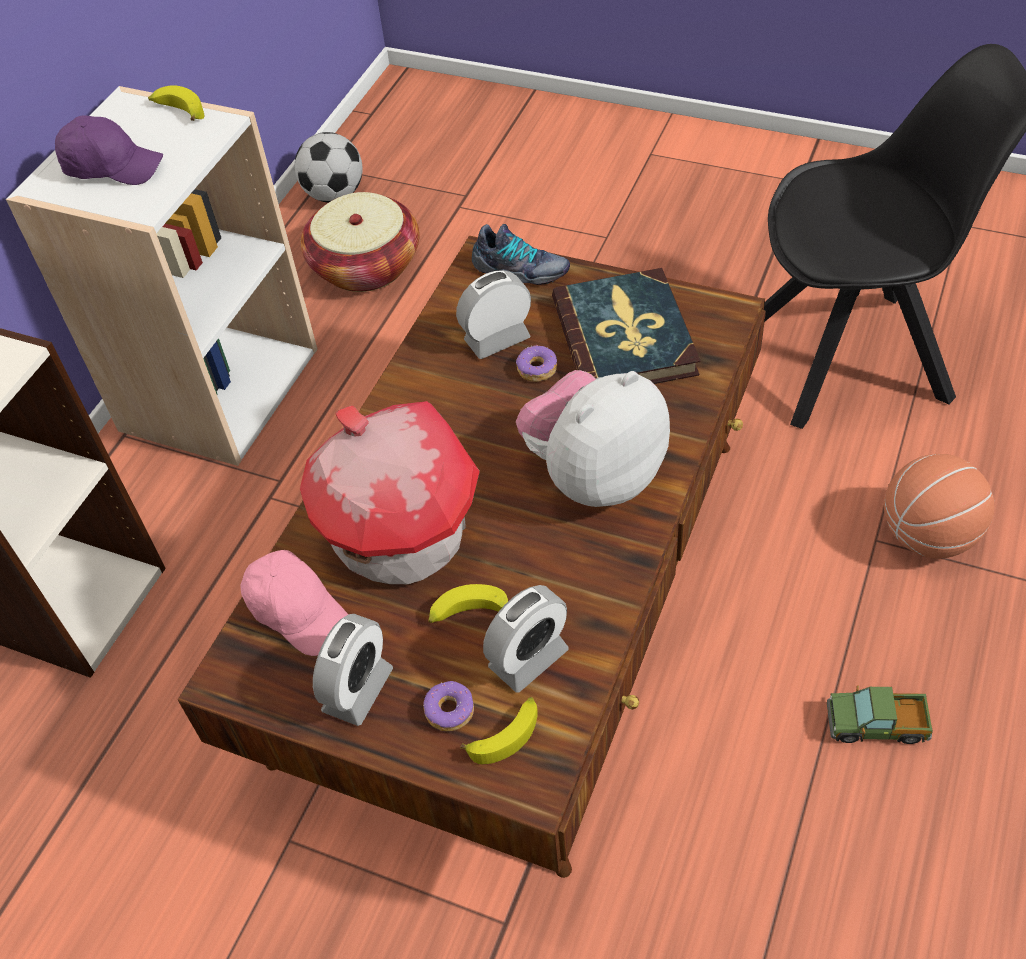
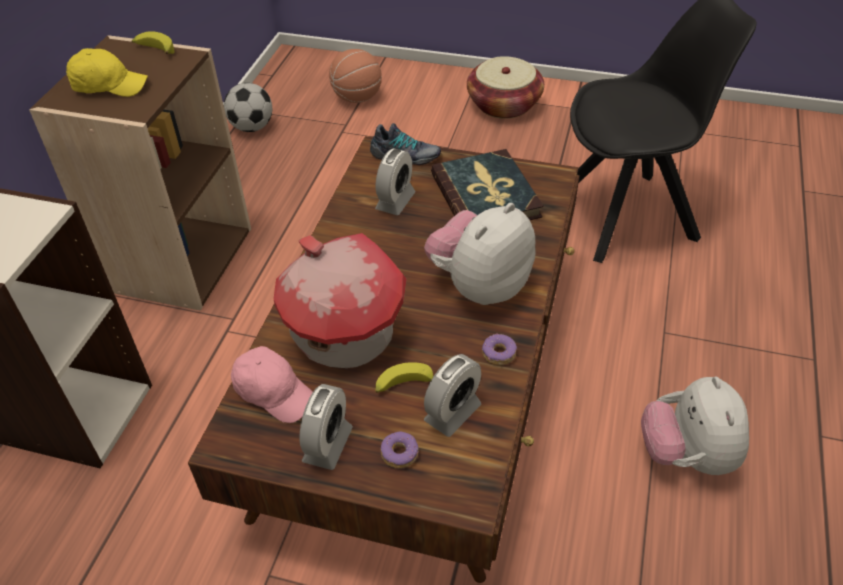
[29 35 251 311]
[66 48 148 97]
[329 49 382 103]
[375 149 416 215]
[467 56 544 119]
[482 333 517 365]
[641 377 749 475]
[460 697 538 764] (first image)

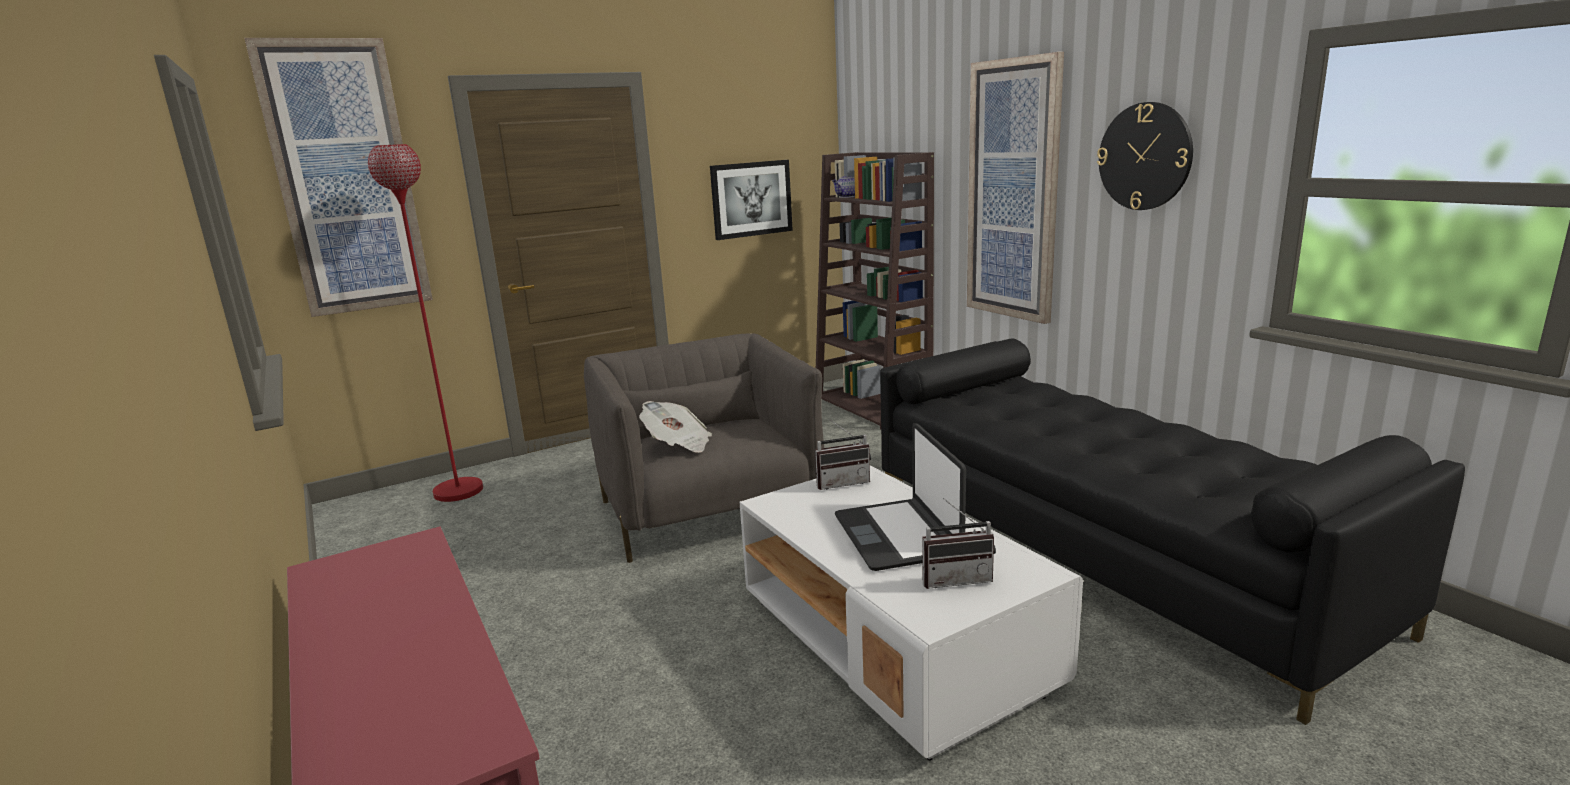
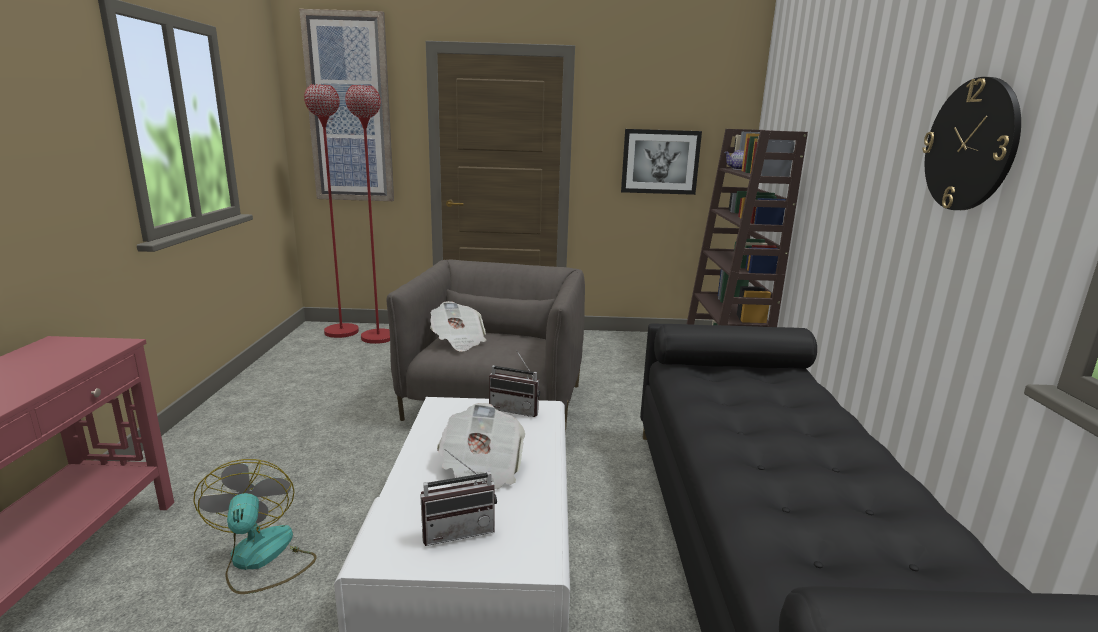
[193 459 317 594]
[304 84 359 338]
[420 449 497 546]
[437 403 525 489]
[967 52 1064 324] (first image)

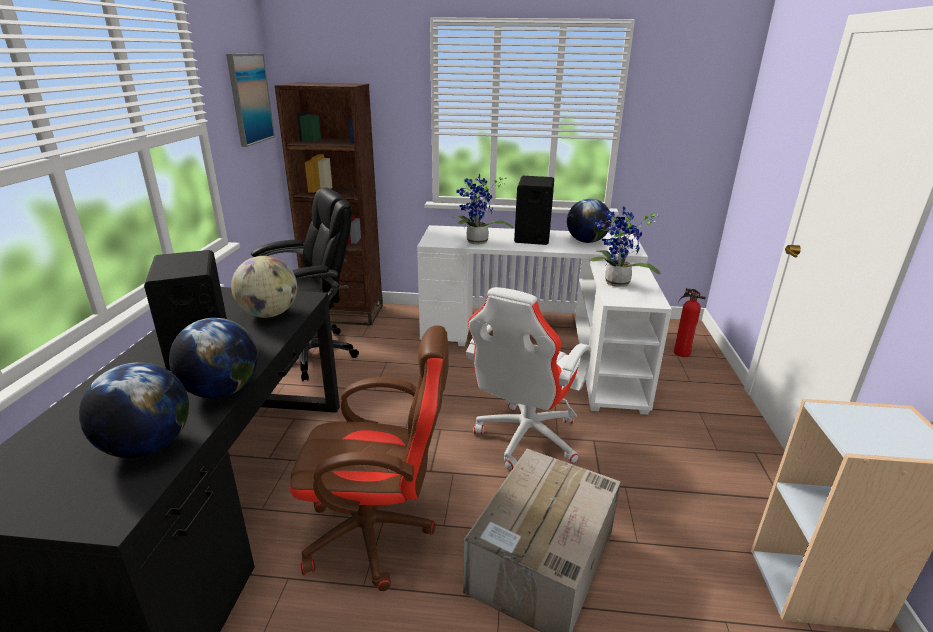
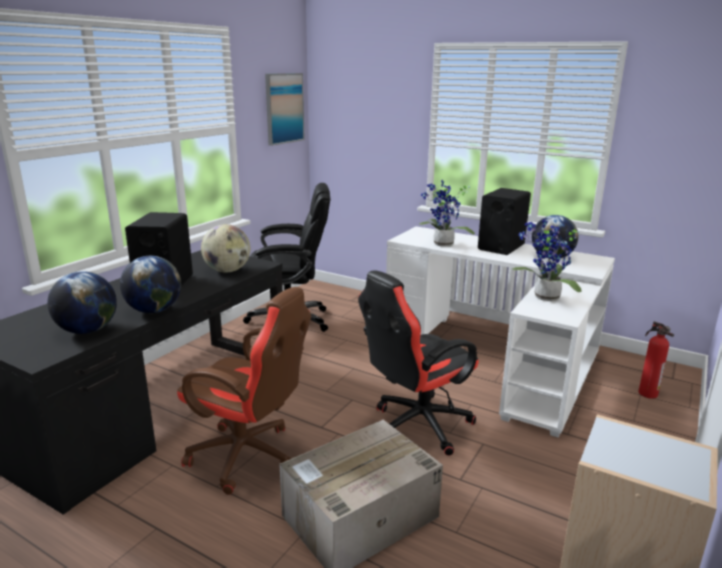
[358 270 479 456]
[275 82 383 326] (first image)

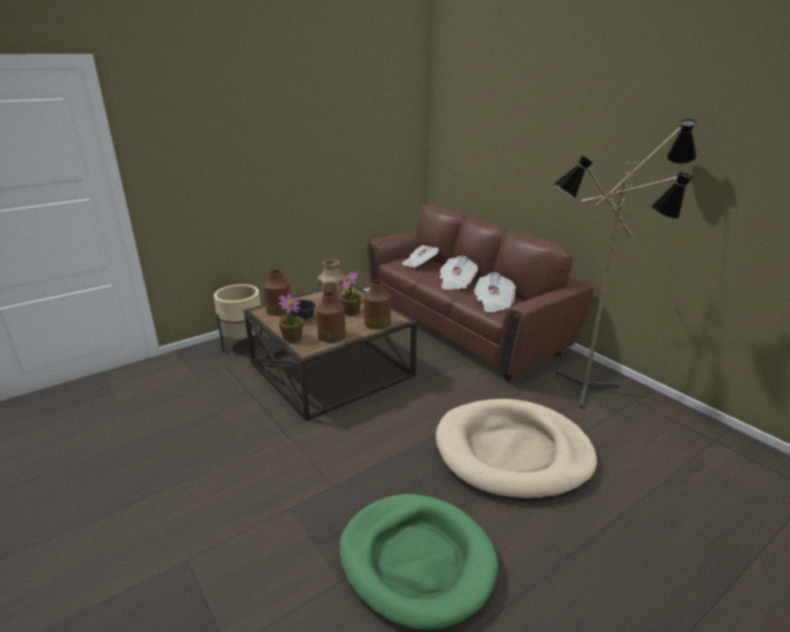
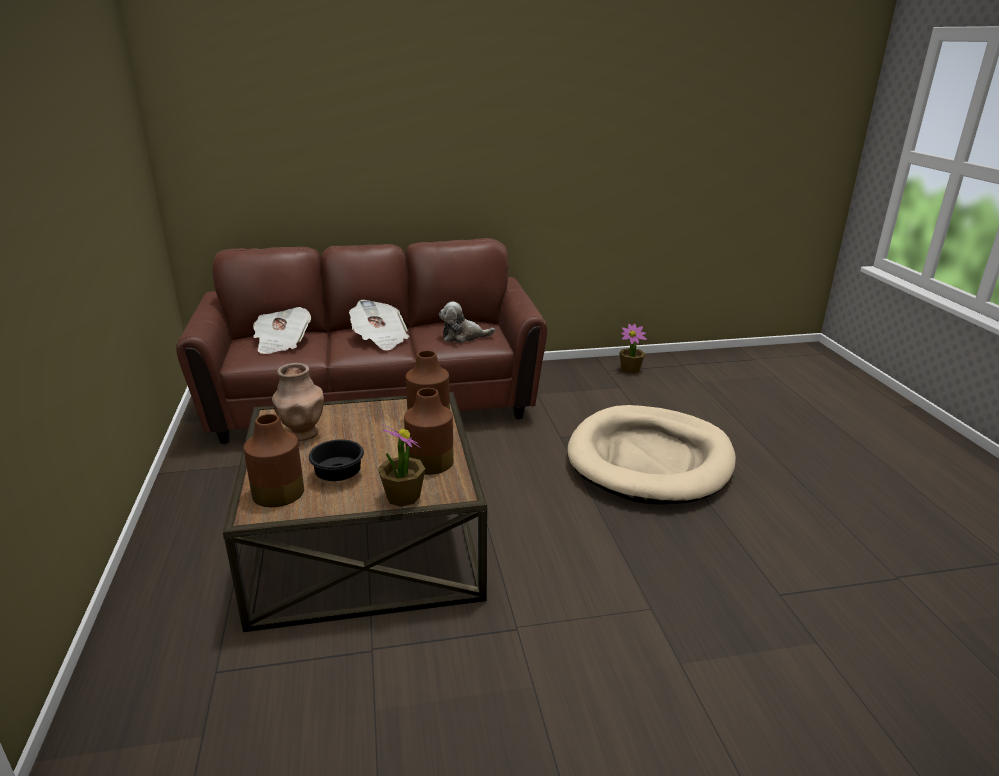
[439 302 495 343]
[619 324 646 374]
[214 284 264 352] (first image)
[339 494 498 630] (first image)
[553 119 697 408] (first image)

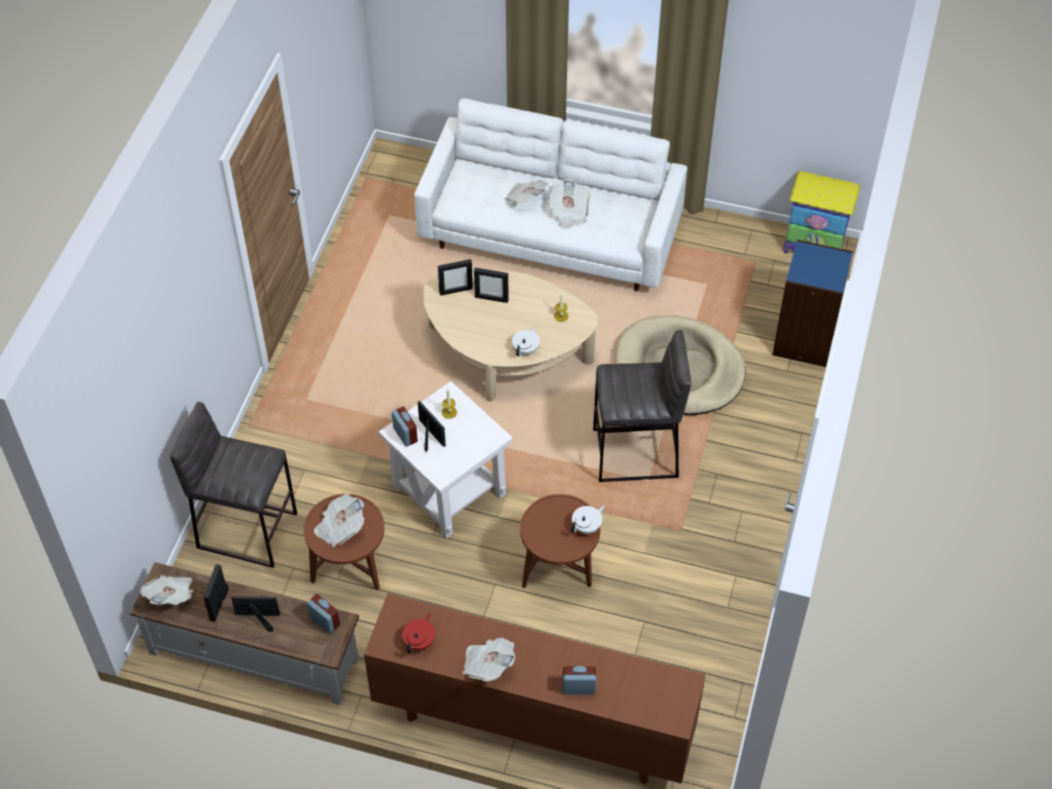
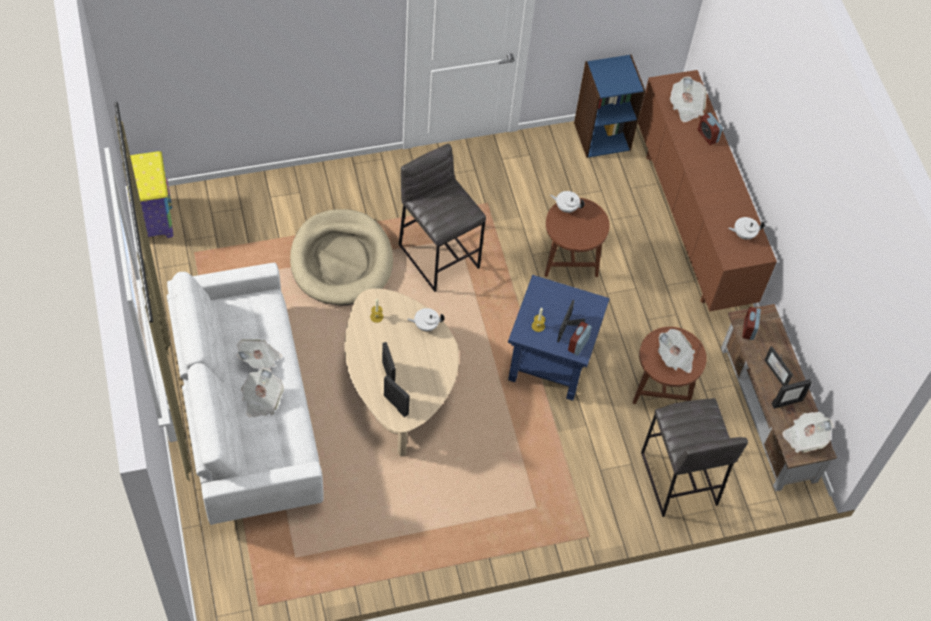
[508 275 610 401]
[574 54 645 158]
[670 76 707 123]
[728 217 765 240]

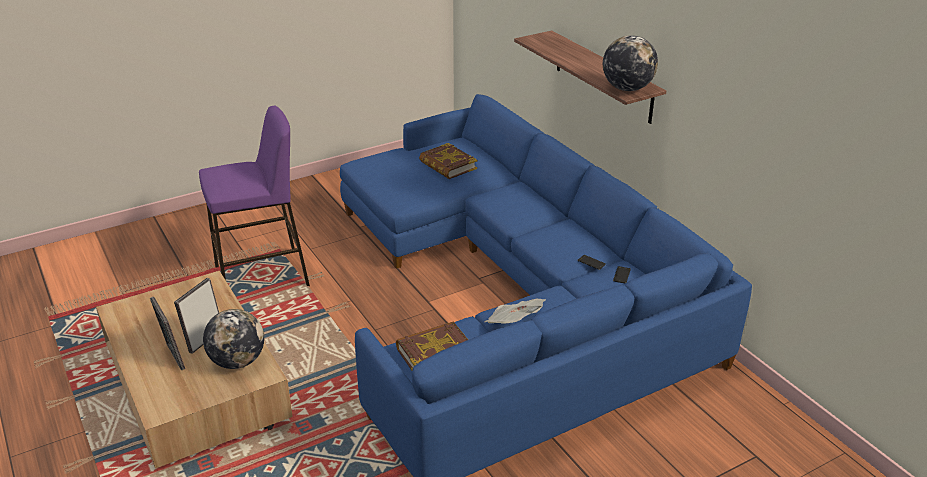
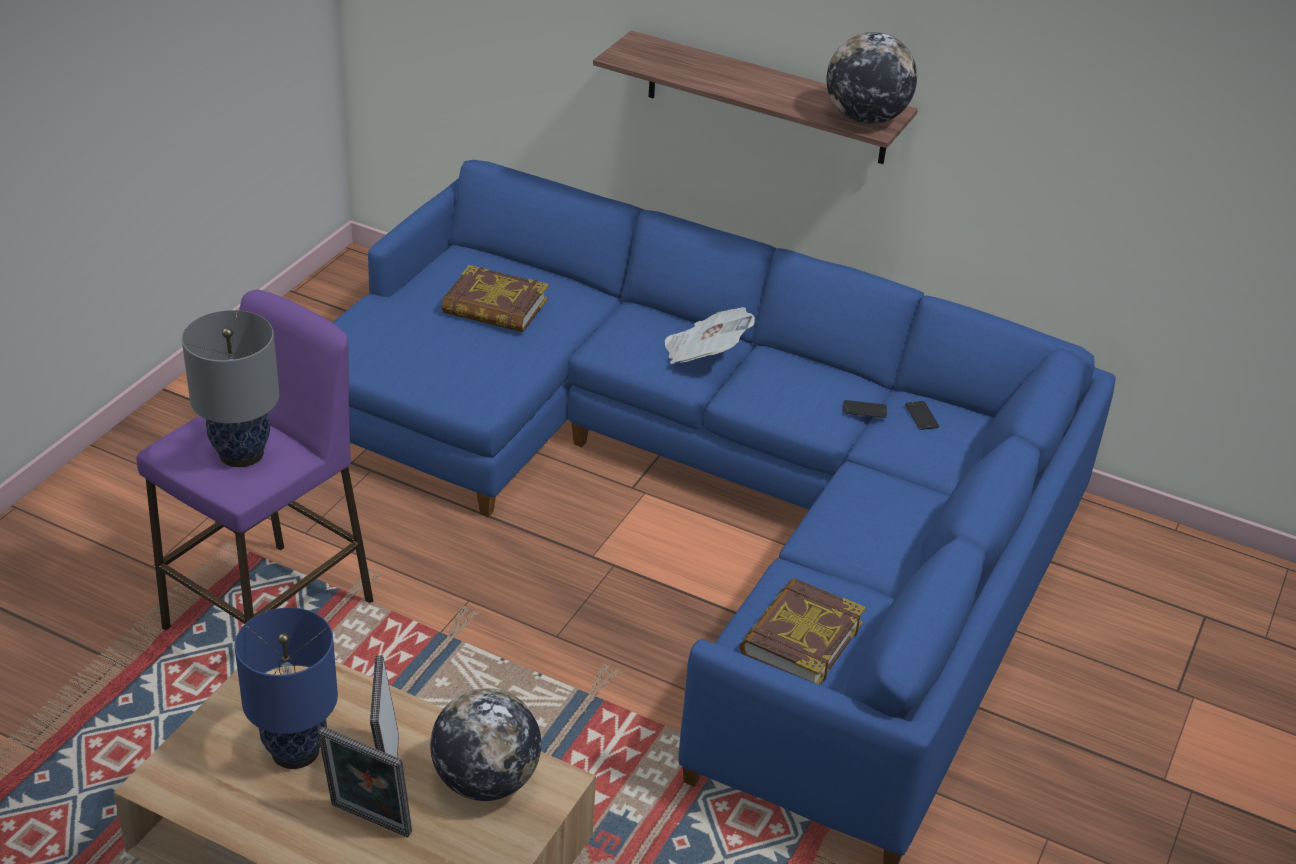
[182 310 279 467]
[235 607 338 769]
[665 307 755 364]

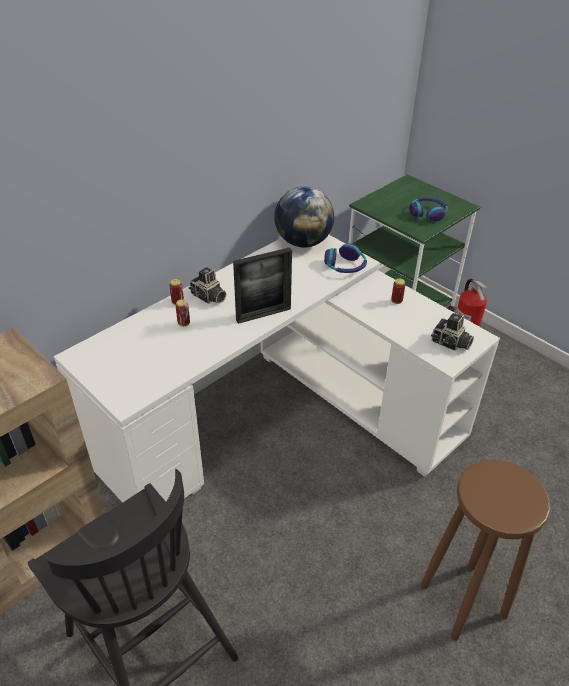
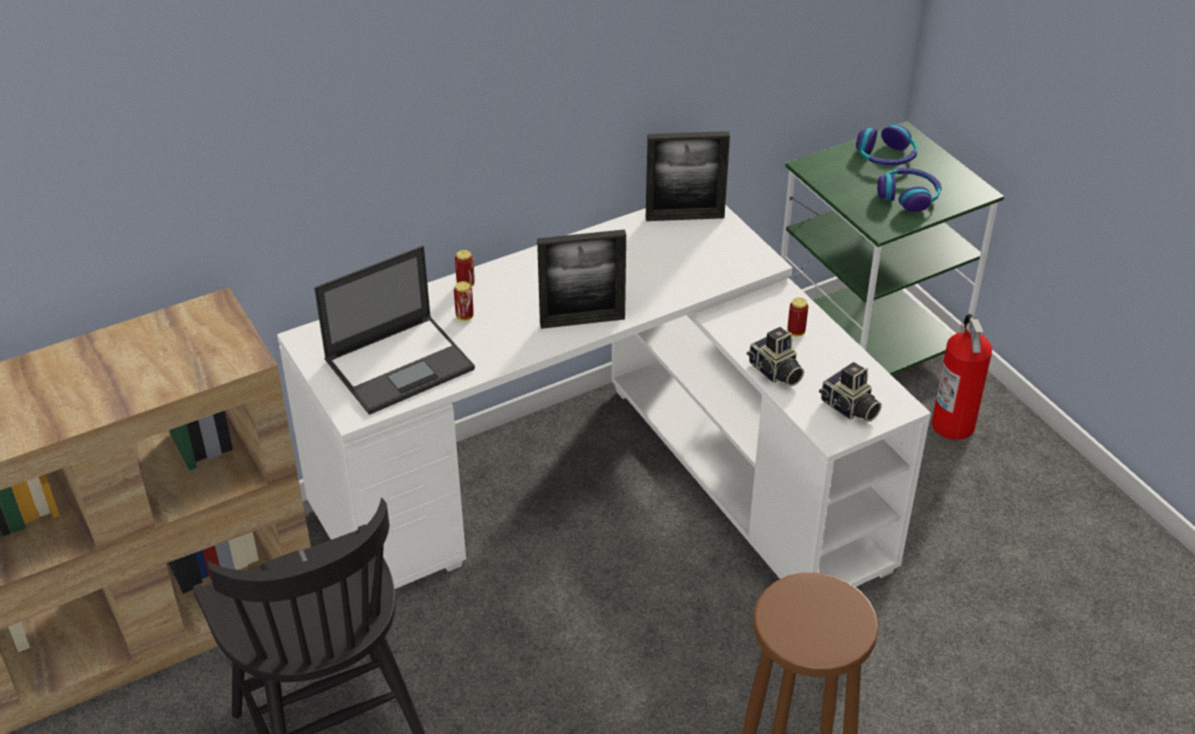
[314 246 475 415]
[646 131 730 221]
[747 327 804 386]
[856 125 917 166]

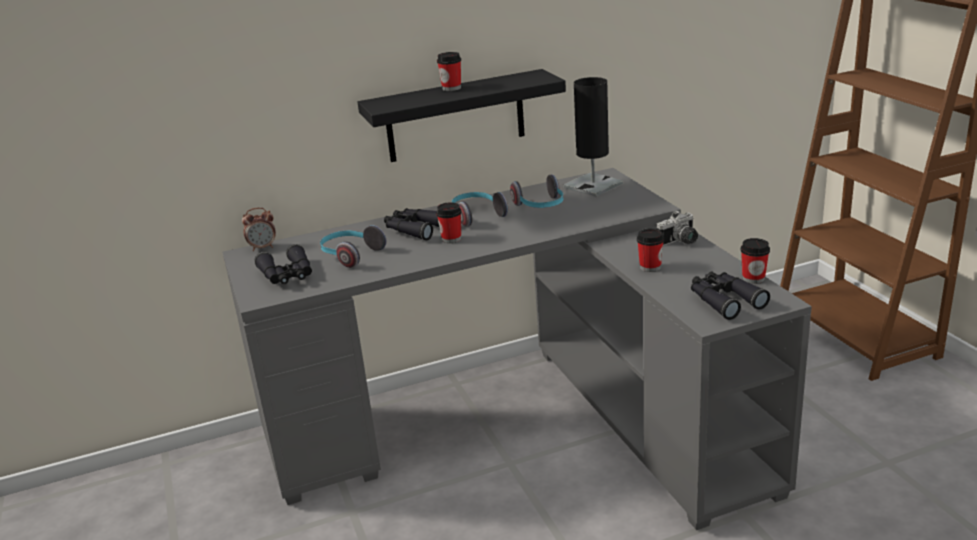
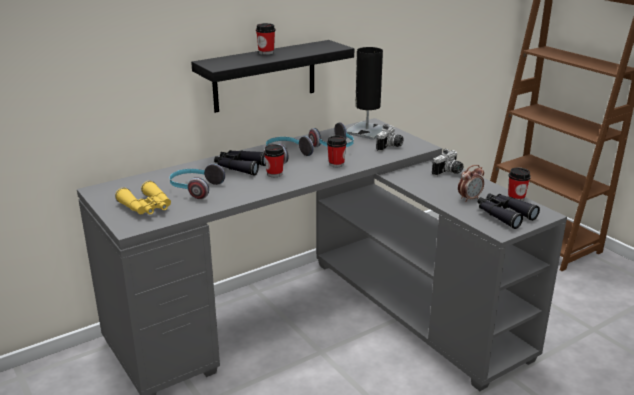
[115 181 171 214]
[327 135 347 167]
[376 125 403 152]
[458 165 484 202]

